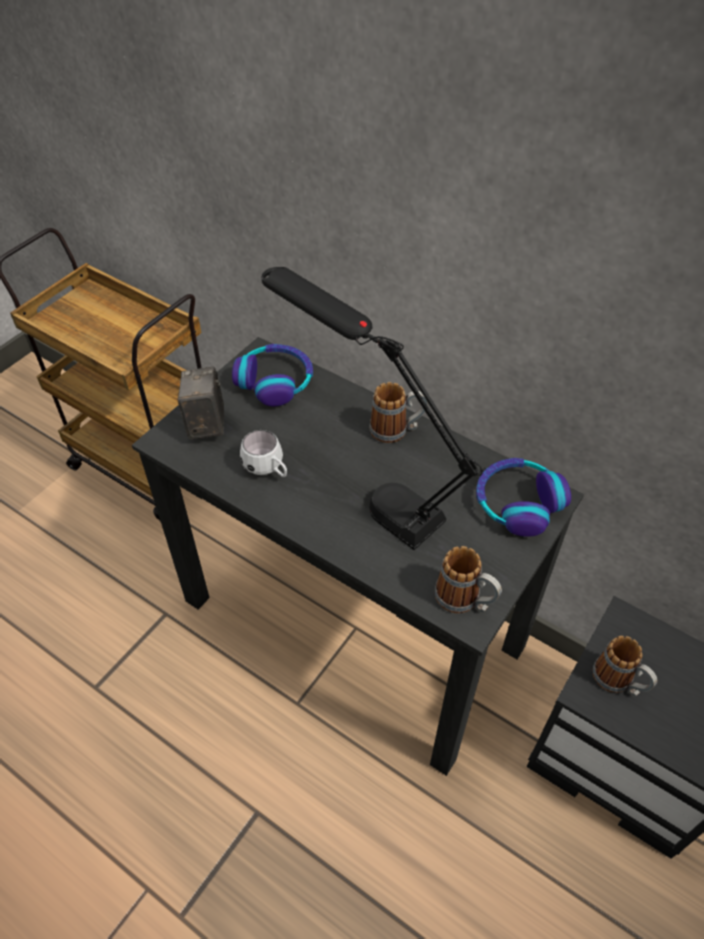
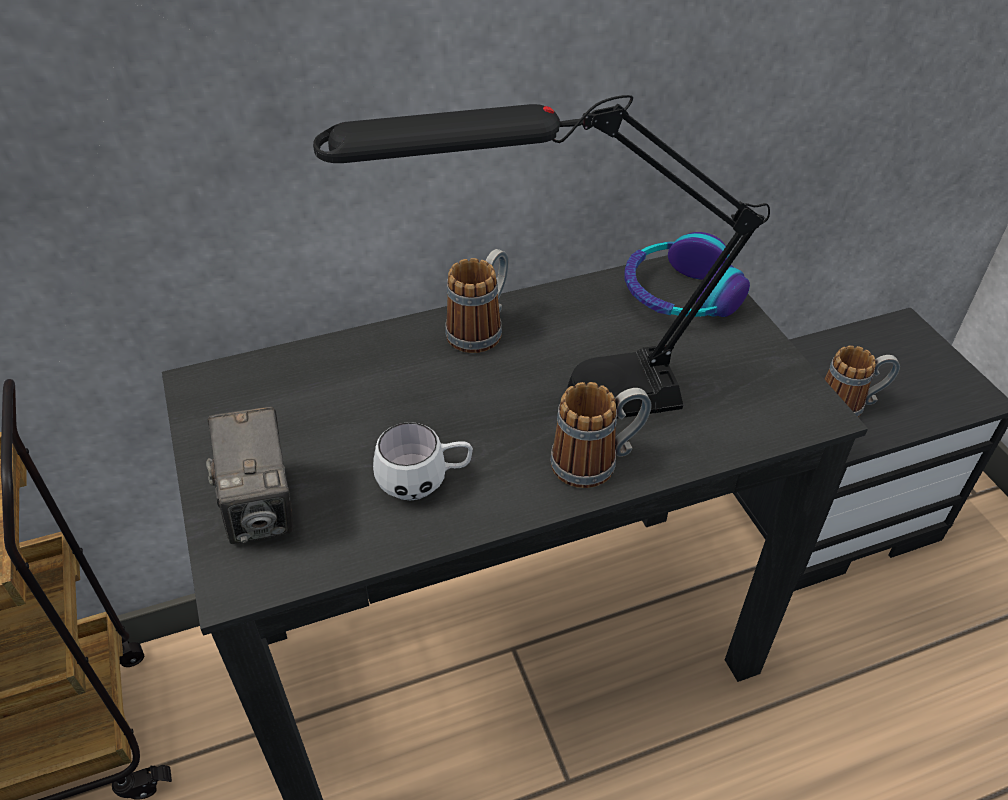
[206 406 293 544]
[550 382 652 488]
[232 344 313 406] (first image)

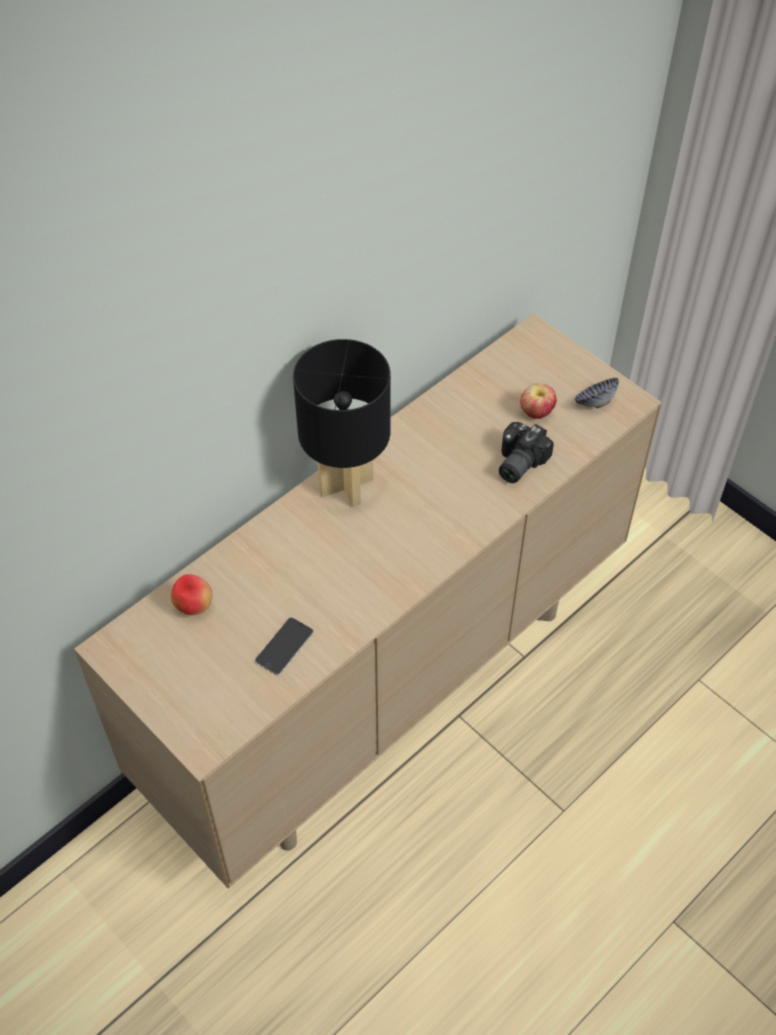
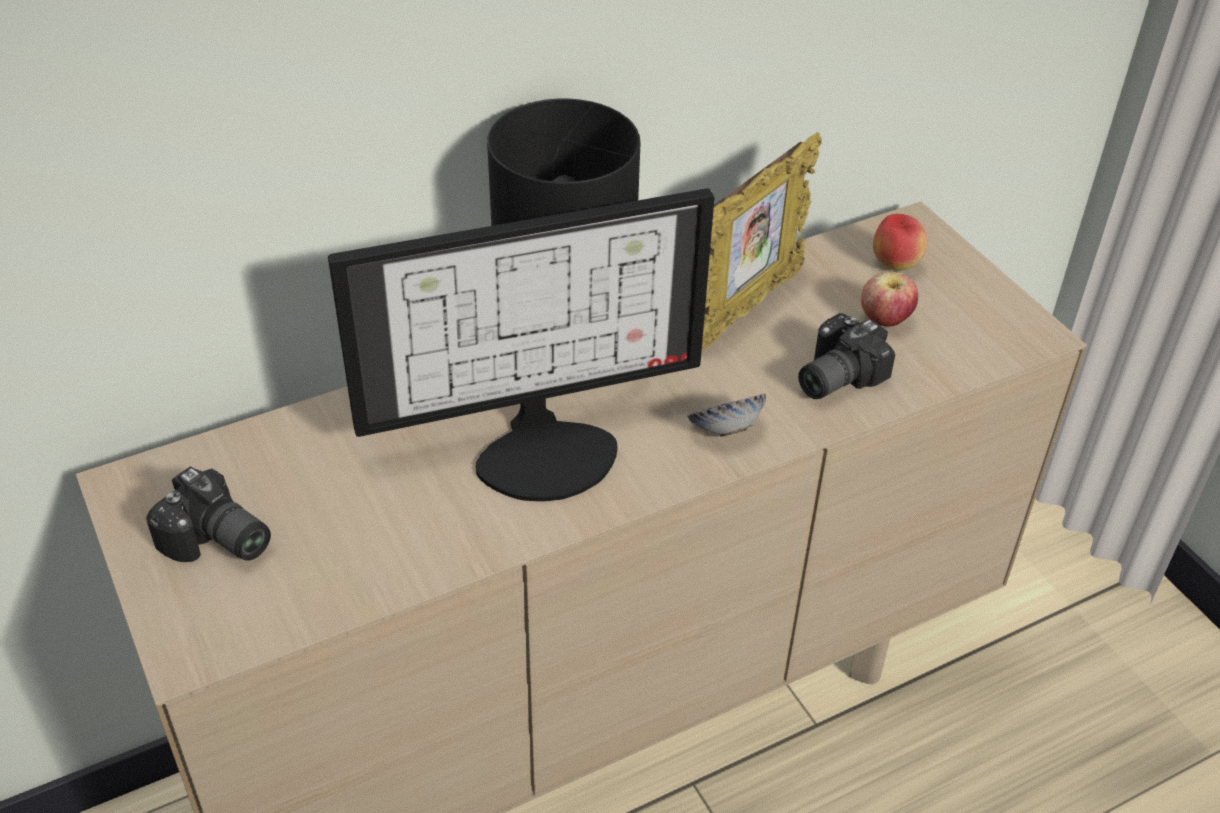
[146 466 271 562]
[328 188 715 502]
[687 393 766 437]
[702 132 822 350]
[873 214 928 271]
[255 617 314 675] (first image)

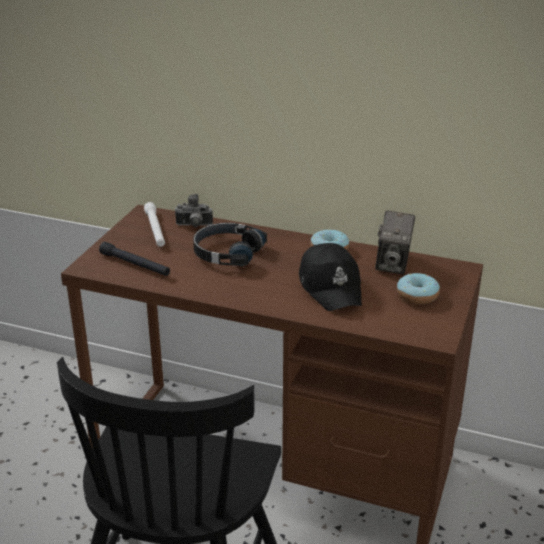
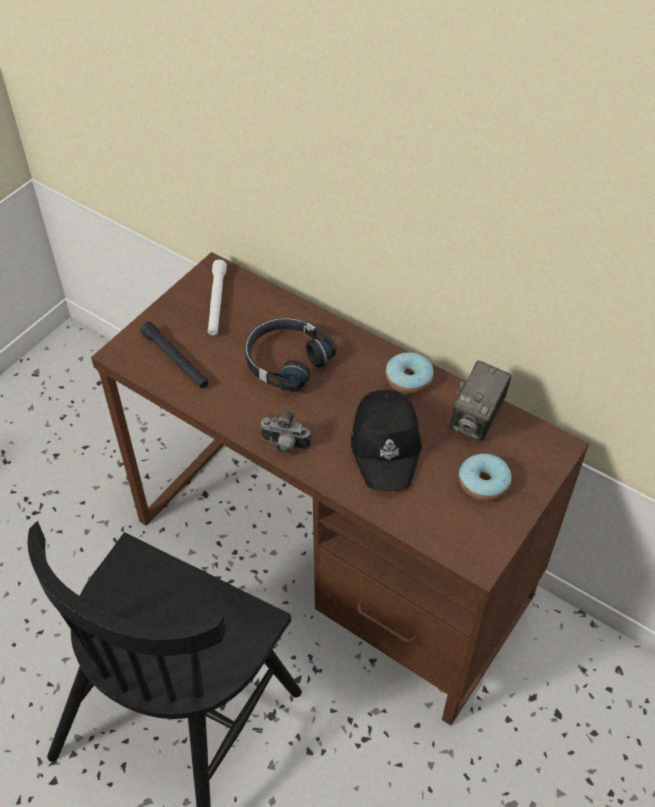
[260 410 311 454]

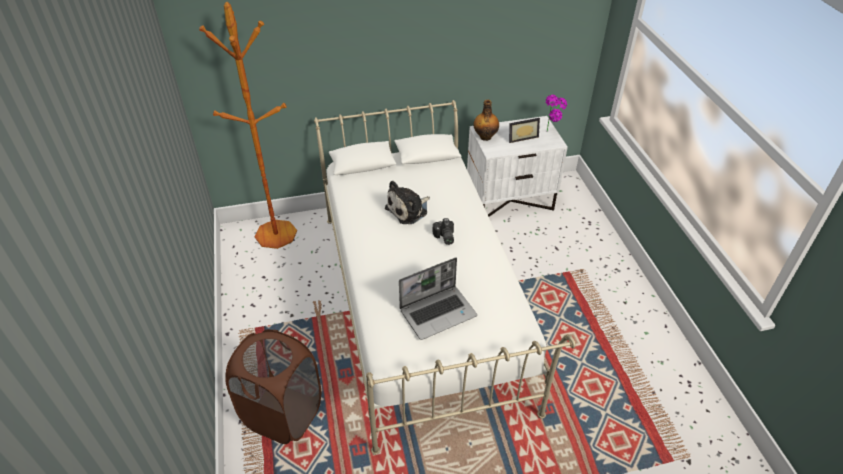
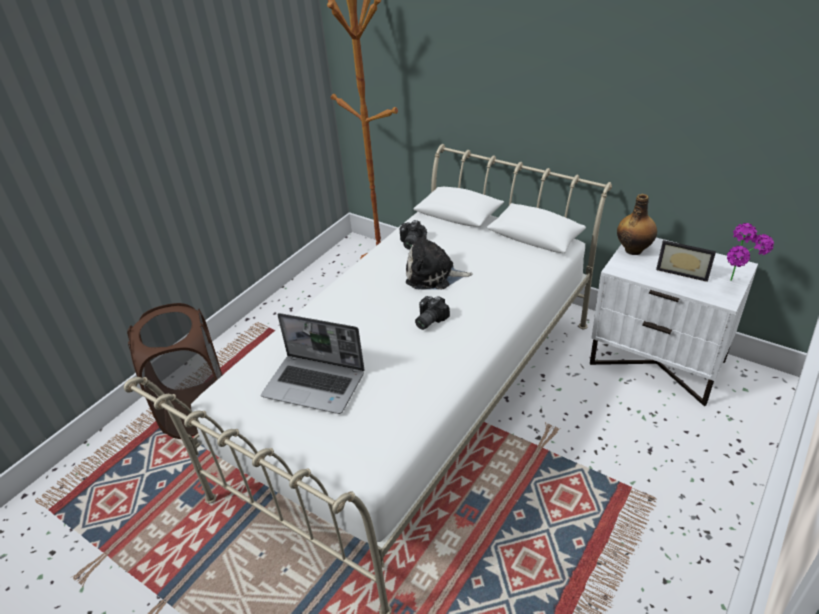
[400 220 426 250]

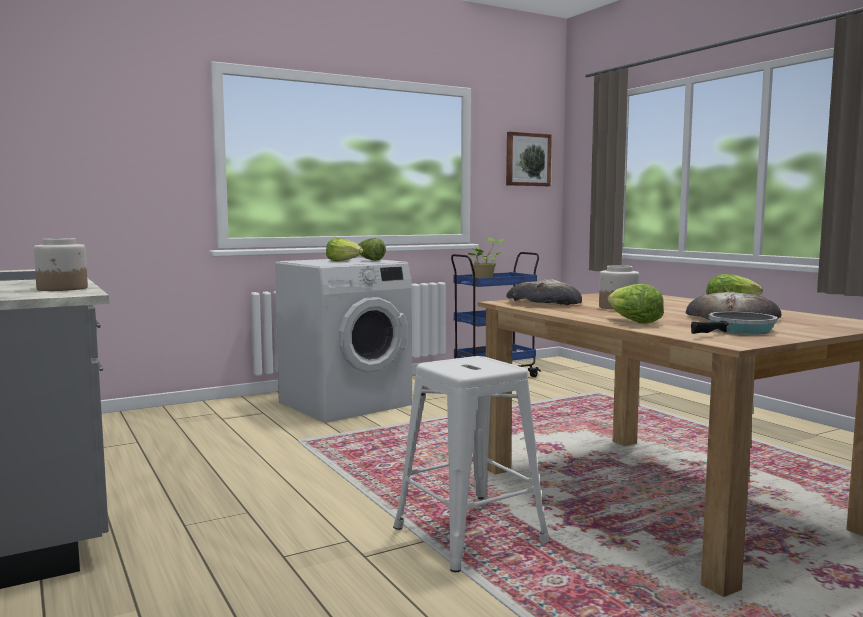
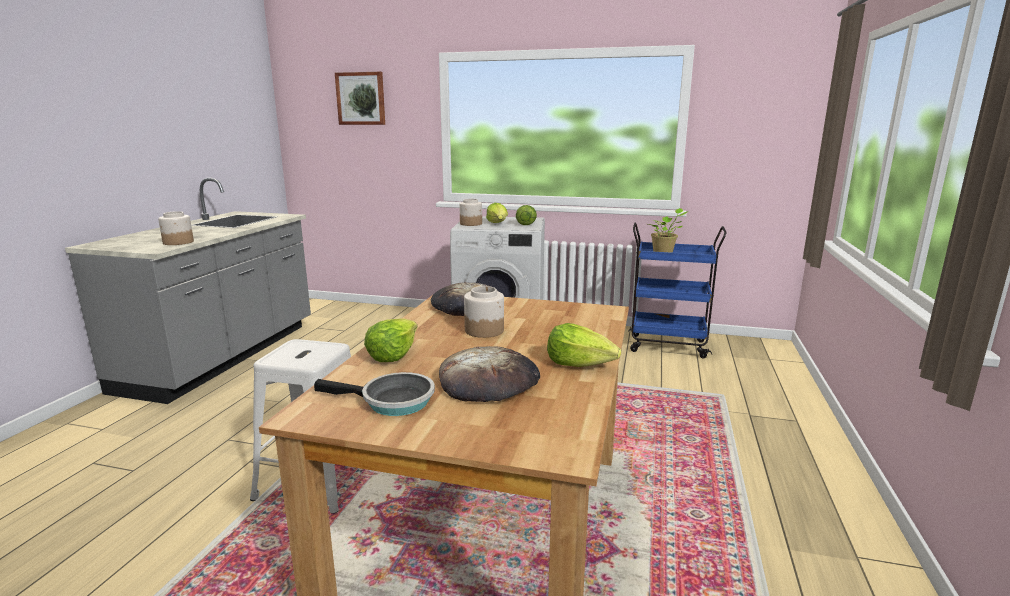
[335 72 385 125]
[459 199 482 226]

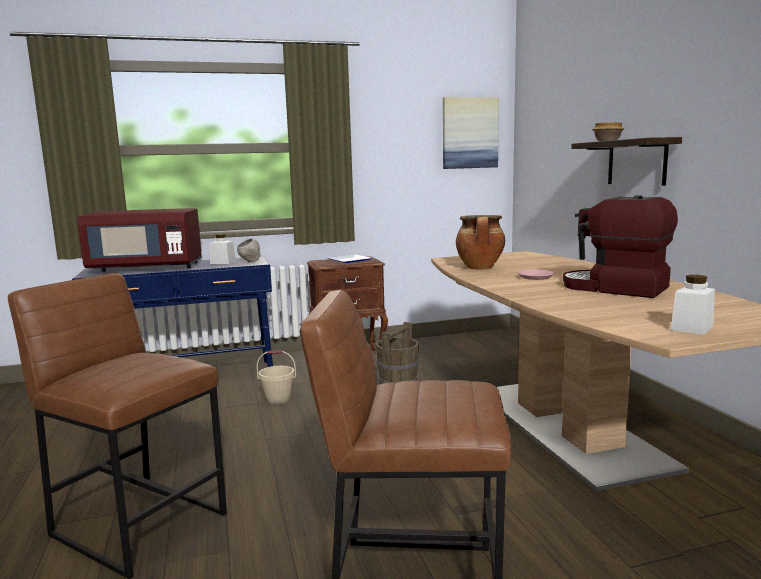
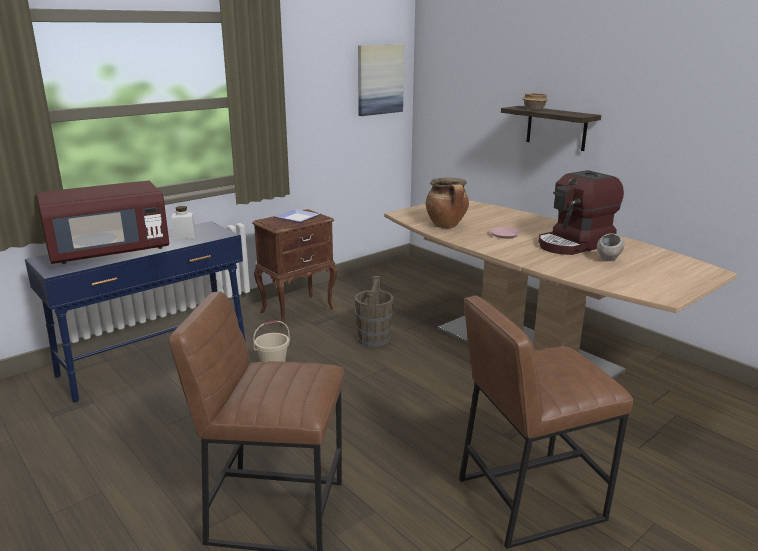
[538 170 624 255]
[597 233 624 261]
[671 275 715 335] (first image)

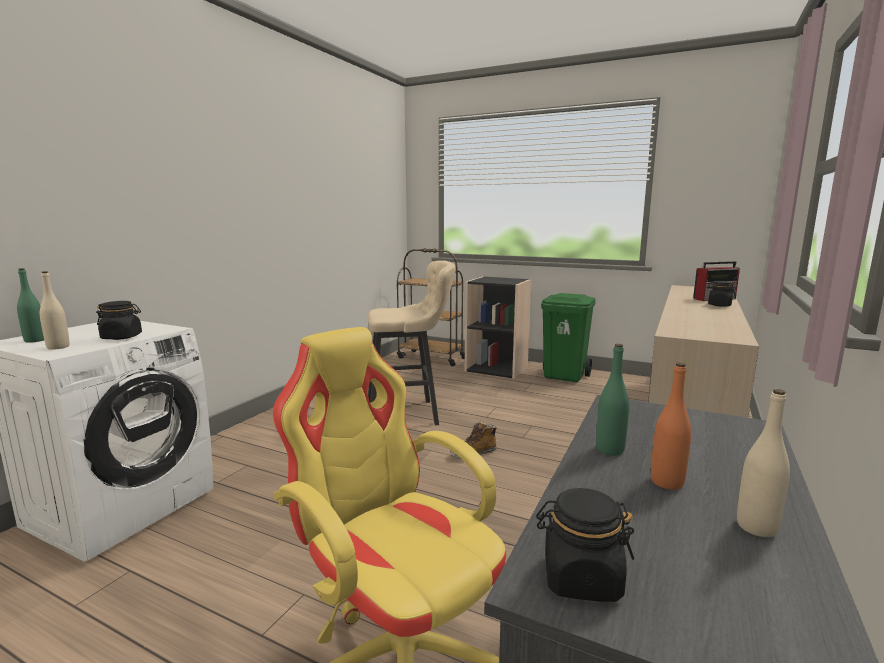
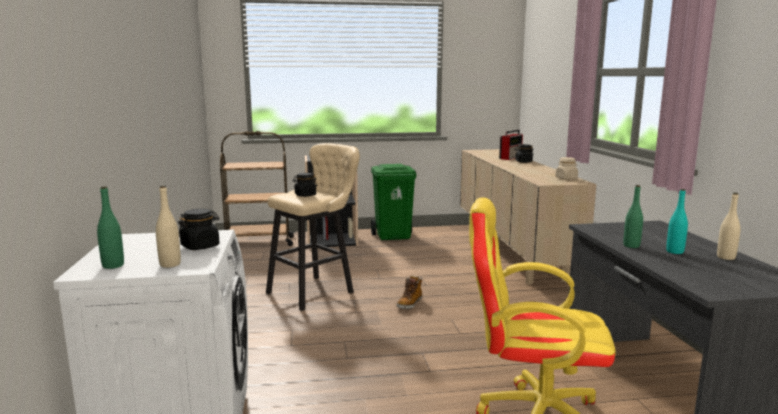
[293 173 317 197]
[556 157 578 179]
[666 189 688 254]

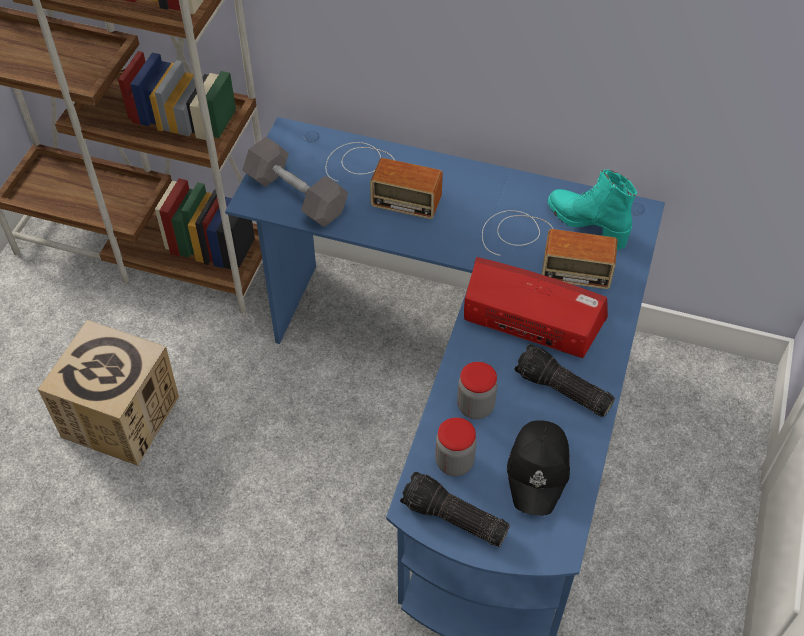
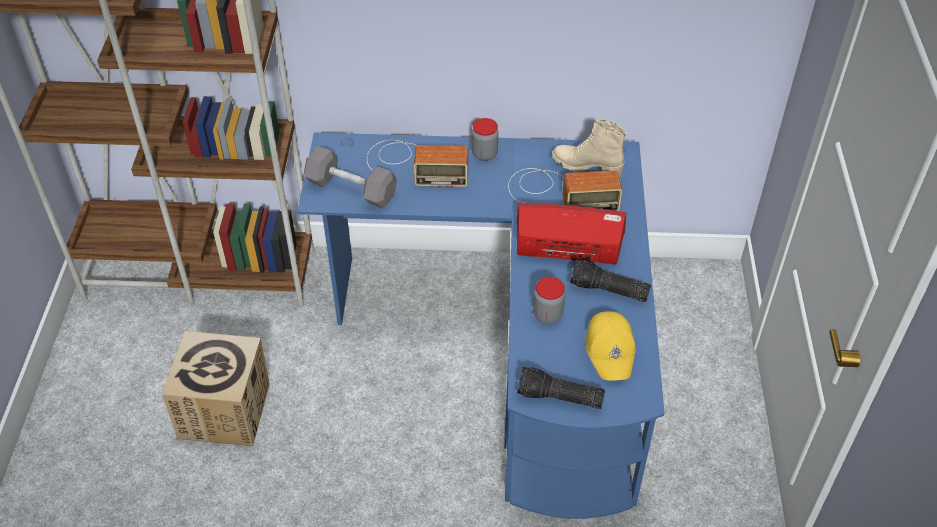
[472 118 498 161]
[552 120 626 179]
[586 311 636 381]

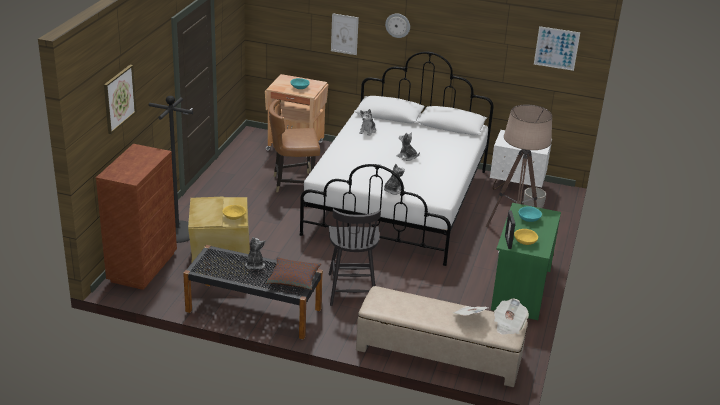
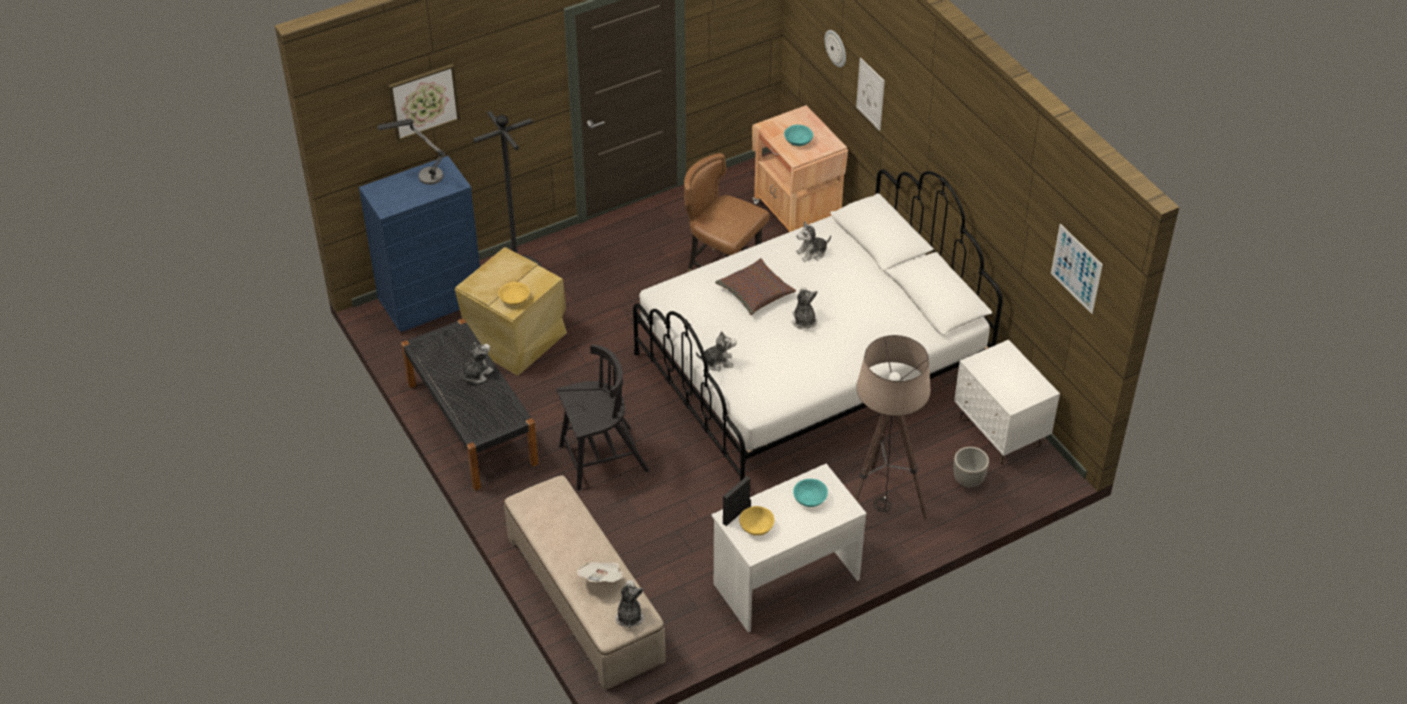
[359 156 480 332]
[377 119 445 185]
[557 345 650 491]
[615 580 644 628]
[712 464 867 632]
[715 258 796 315]
[824 30 846 67]

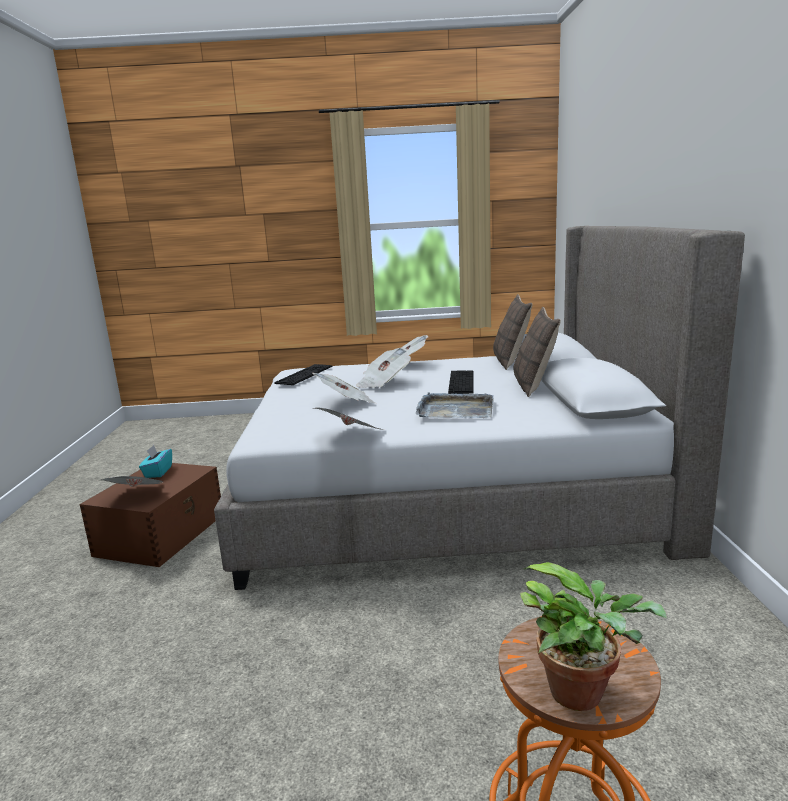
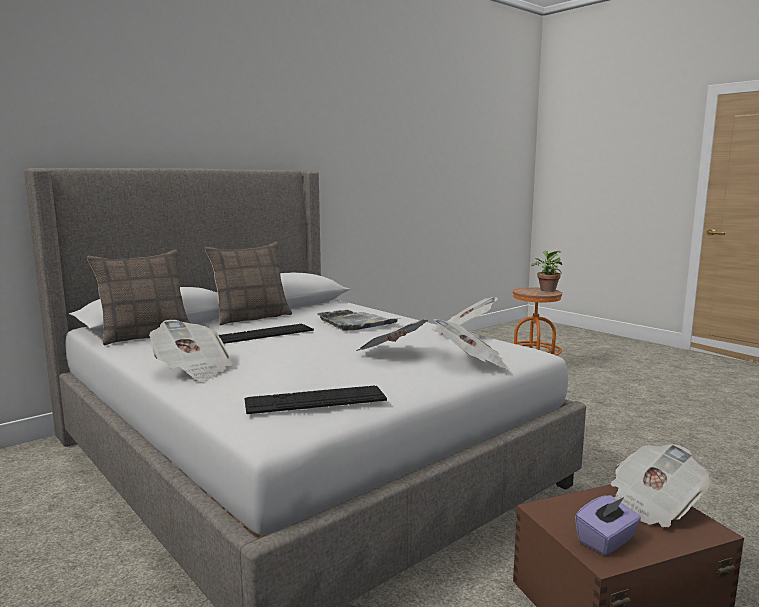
[434 319 509 369]
[575 495 641 555]

